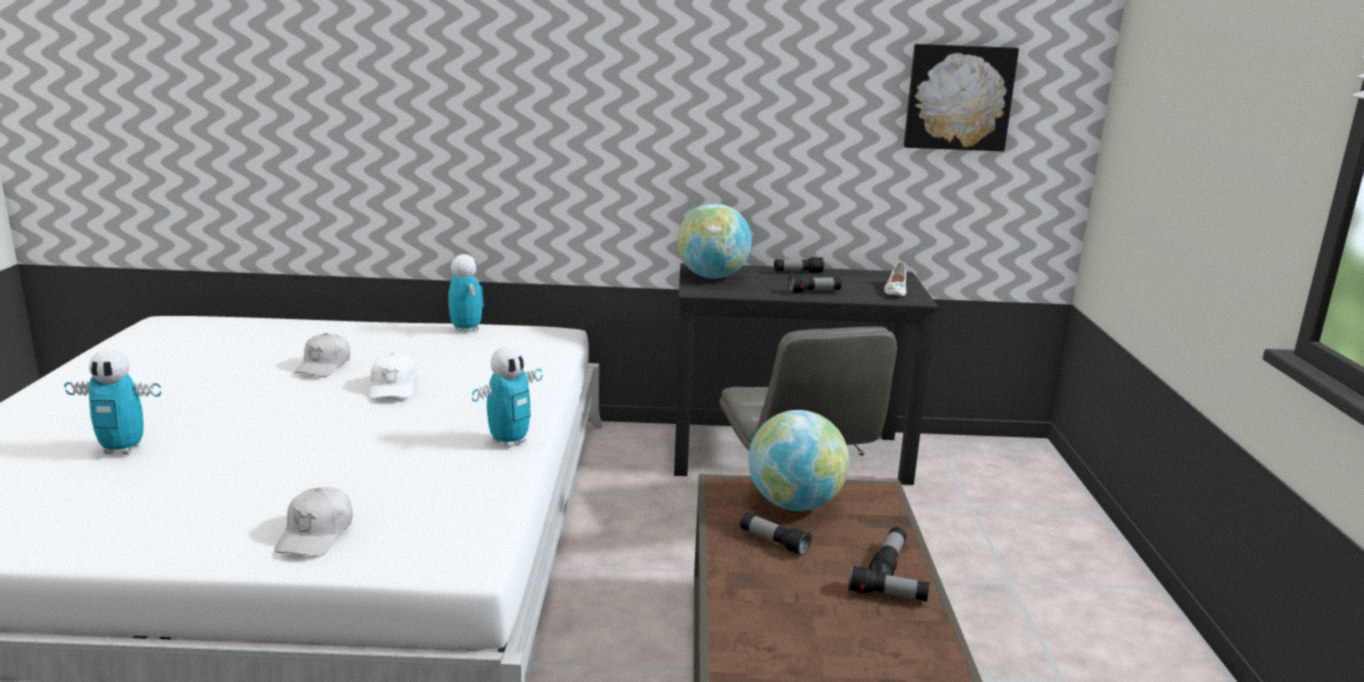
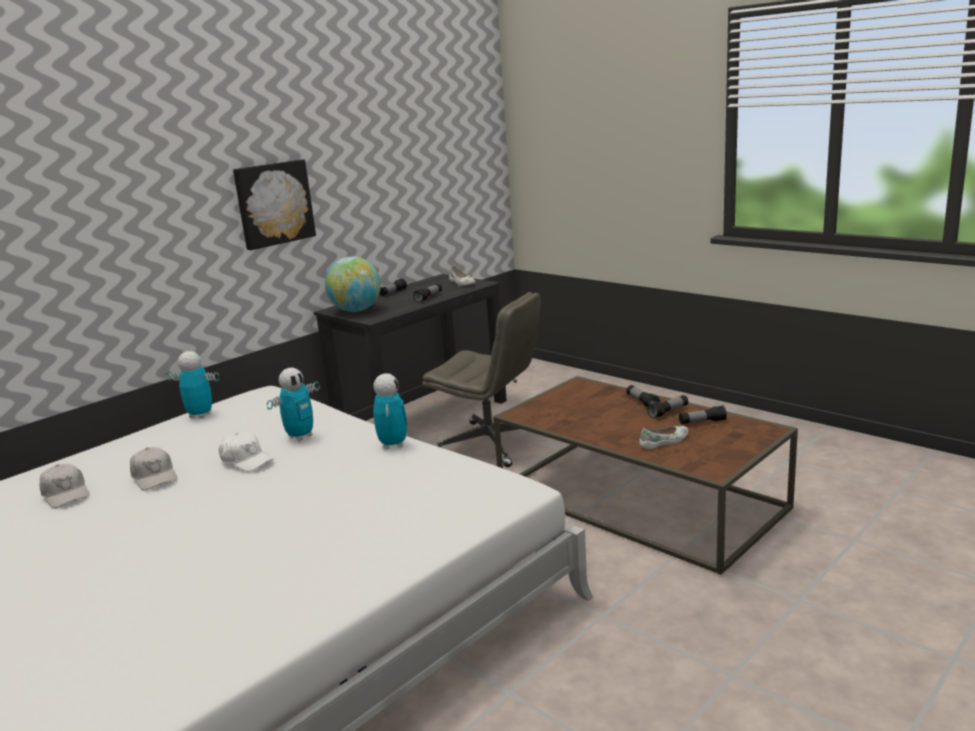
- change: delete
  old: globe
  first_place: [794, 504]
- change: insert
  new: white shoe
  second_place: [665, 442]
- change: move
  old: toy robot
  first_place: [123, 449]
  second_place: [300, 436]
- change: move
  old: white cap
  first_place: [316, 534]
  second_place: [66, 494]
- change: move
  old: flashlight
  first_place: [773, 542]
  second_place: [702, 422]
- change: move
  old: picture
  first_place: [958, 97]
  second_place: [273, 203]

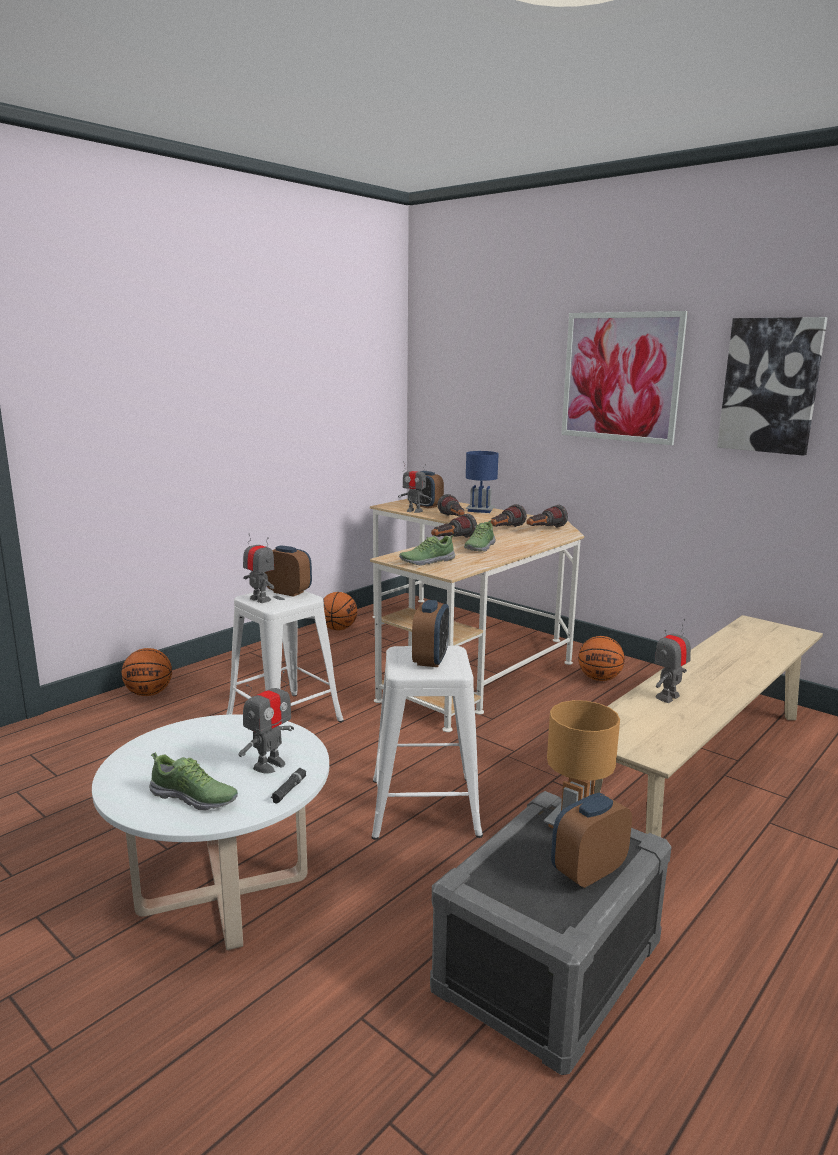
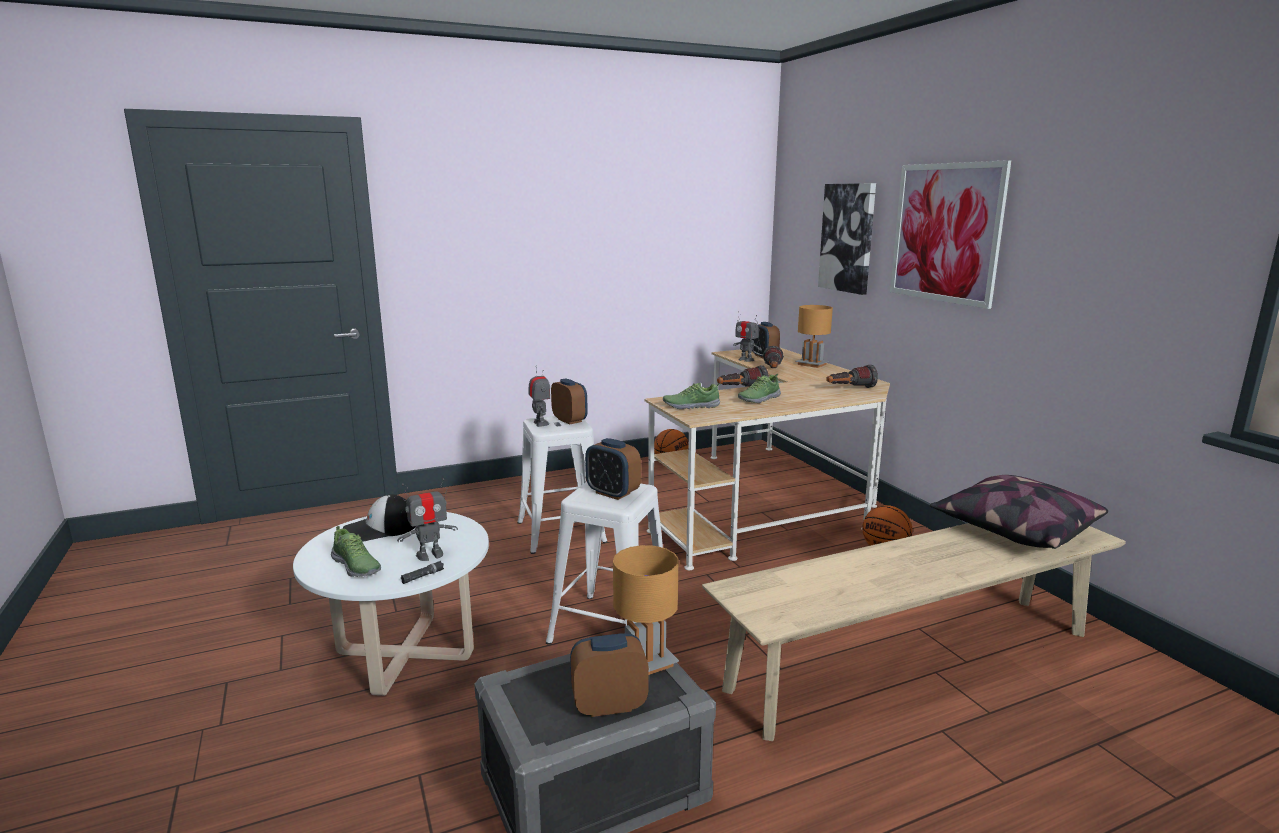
- change: delete
  old: basketball
  first_place: [149, 693]
- change: delete
  old: flashlight
  first_place: [505, 530]
- change: delete
  old: toy robot
  first_place: [668, 697]
- change: insert
  new: cap
  second_place: [380, 529]
- change: insert
  new: pillow
  second_place: [1014, 530]
- change: move
  old: picture
  first_place: [770, 385]
  second_place: [848, 238]
- change: recolor
  old: blue table lamp
  new: brown table lamp
  first_place: [480, 510]
  second_place: [812, 364]
- change: rotate
  old: alarm clock
  first_place: [430, 660]
  second_place: [612, 493]
  degrees: 90

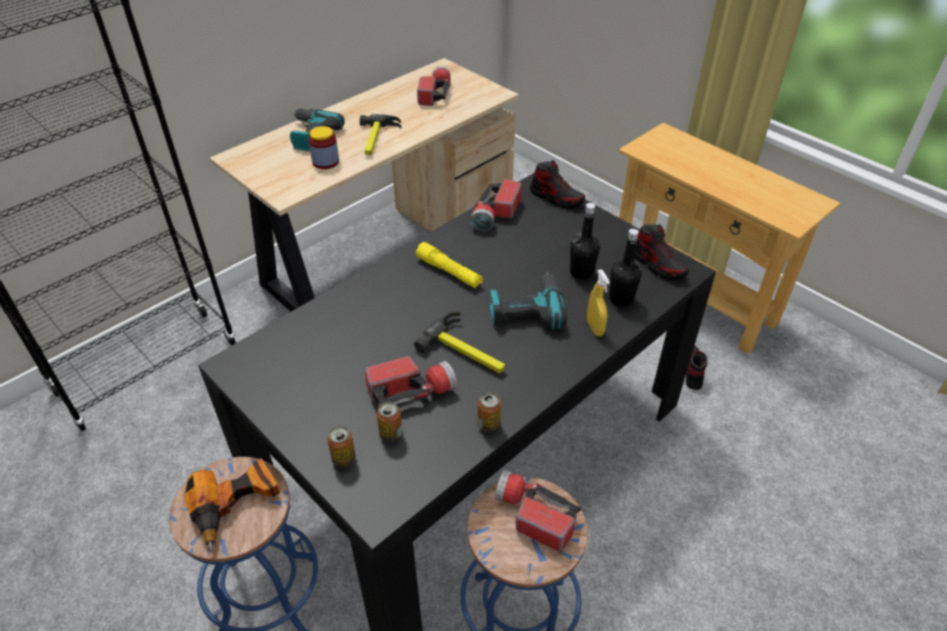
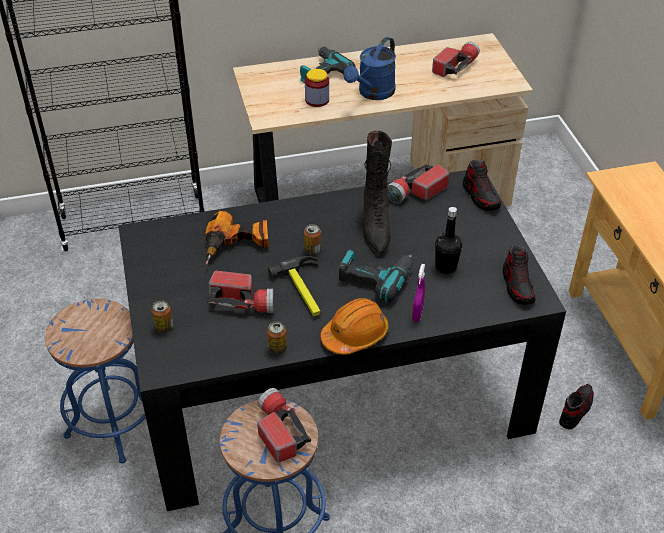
- change: delete
  old: yellow flashlight
  first_place: [449, 272]
- change: delete
  old: black bottle
  first_place: [621, 299]
- change: insert
  new: orange hard hat
  second_place: [355, 335]
- change: insert
  new: black boot
  second_place: [375, 228]
- change: move
  old: power drill
  first_place: [236, 507]
  second_place: [237, 245]
- change: move
  old: can
  first_place: [391, 434]
  second_place: [312, 250]
- change: replace
  old: hammer
  new: blue watering can
  first_place: [377, 139]
  second_place: [373, 93]
- change: recolor
  old: yellow spray bottle
  new: purple spray bottle
  first_place: [595, 328]
  second_place: [417, 314]

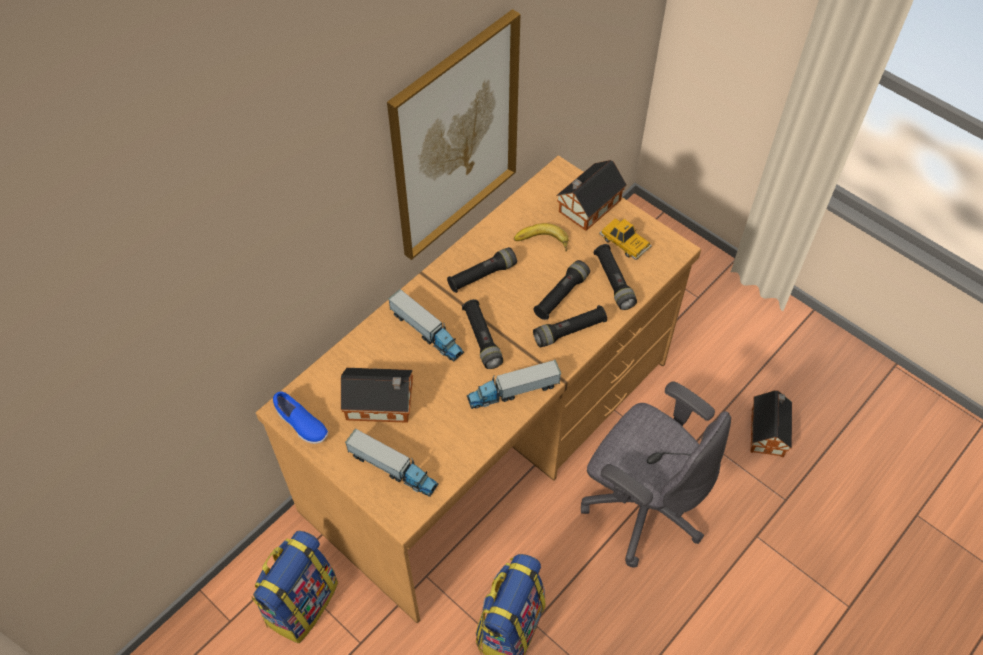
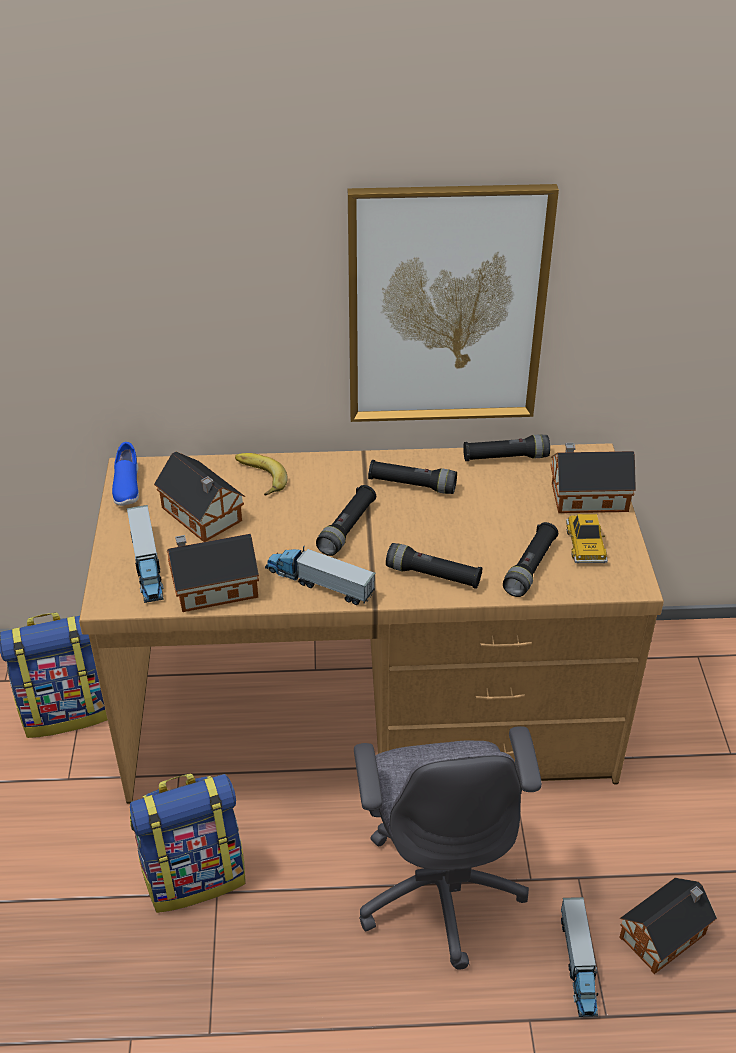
- change: insert
  new: toy house
  second_place: [211, 587]
- change: move
  old: toy truck
  first_place: [426, 332]
  second_place: [578, 964]
- change: move
  old: banana
  first_place: [541, 243]
  second_place: [258, 478]
- change: move
  old: black flashlight
  first_place: [561, 295]
  second_place: [505, 458]

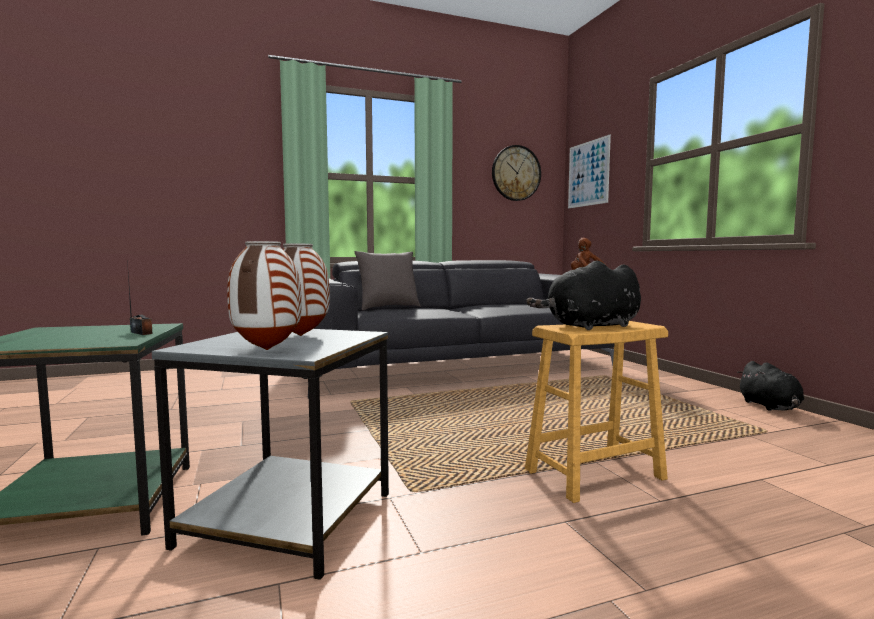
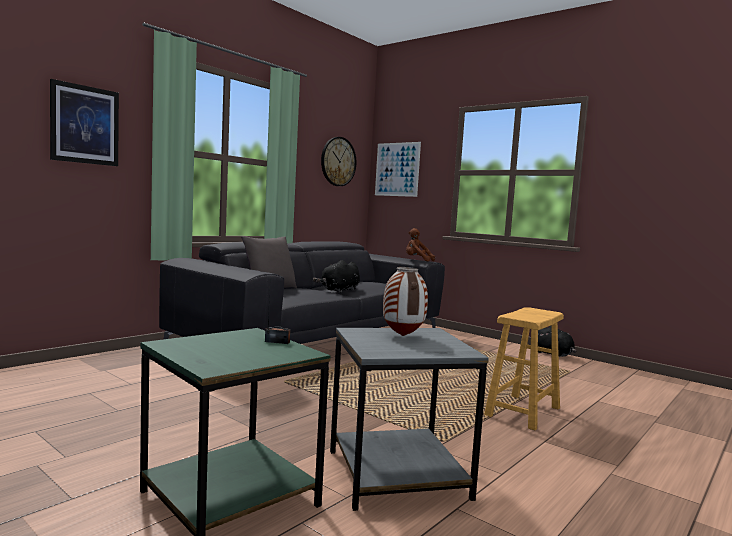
- change: delete
  old: vase
  first_place: [266, 349]
- change: insert
  new: picture
  second_place: [85, 125]
- change: move
  old: black plush toy
  first_place: [590, 326]
  second_place: [339, 290]

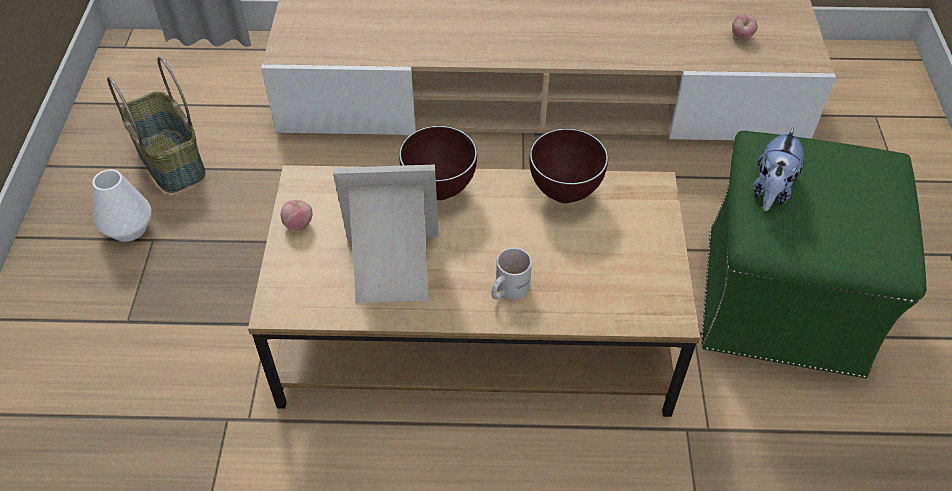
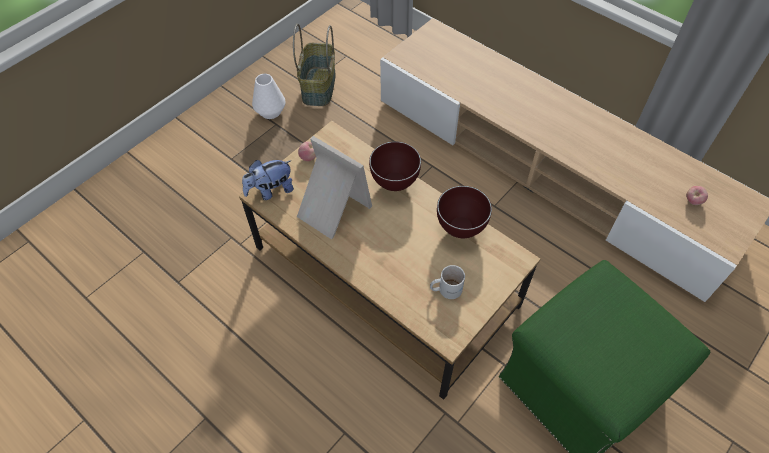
- change: move
  old: white mug
  first_place: [507, 289]
  second_place: [445, 288]
- change: move
  old: plush toy
  first_place: [771, 190]
  second_place: [270, 191]

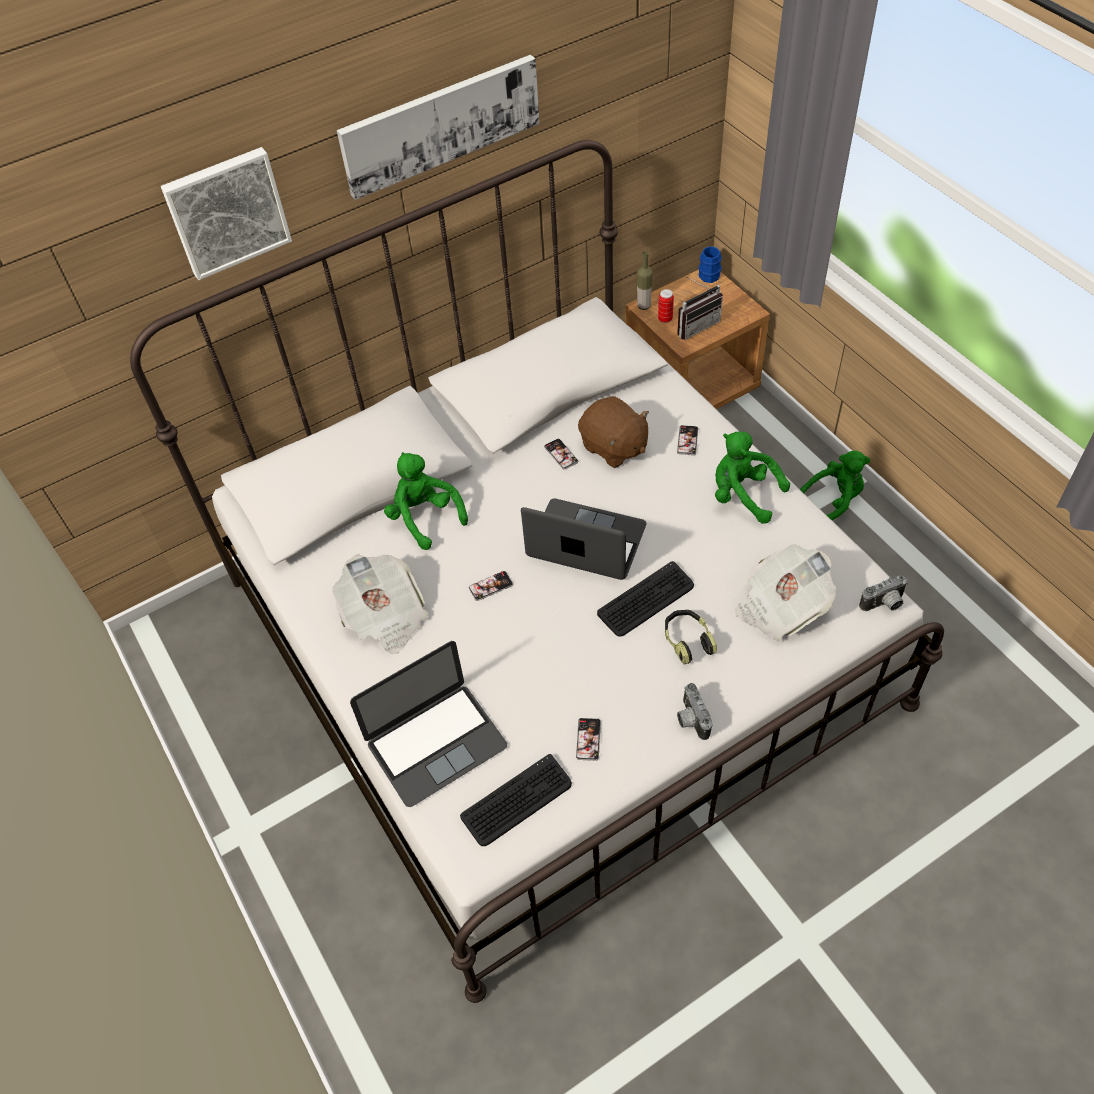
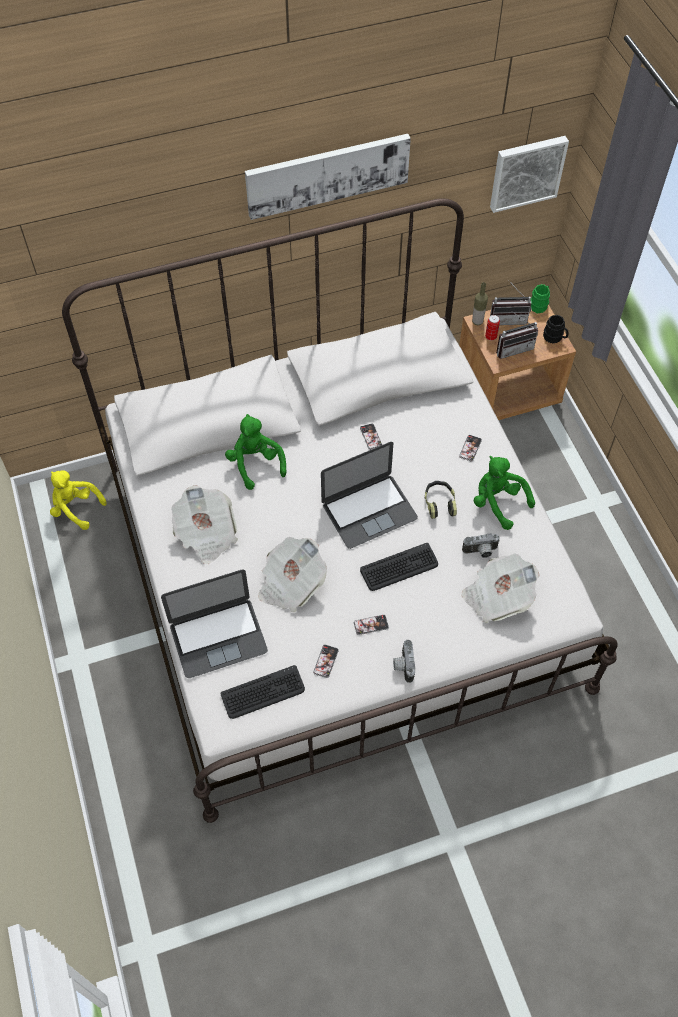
- change: delete
  old: brown plush toy
  first_place: [613, 447]
- change: delete
  old: green plush toy
  first_place: [834, 500]
- change: insert
  new: yellow plush toy
  second_place: [75, 508]
- change: insert
  new: newspaper
  second_place: [290, 583]
- change: insert
  new: radio
  second_place: [508, 318]
- change: insert
  new: black mug
  second_place: [554, 338]
- change: move
  old: picture
  first_place: [226, 211]
  second_place: [526, 172]
- change: move
  old: phone
  first_place: [490, 586]
  second_place: [371, 625]
- change: move
  old: headphones
  first_place: [687, 641]
  second_place: [439, 503]
- change: move
  old: photo camera
  first_place: [884, 604]
  second_place: [480, 552]
- change: recolor
  old: blue mug
  new: green mug
  first_place: [710, 273]
  second_place: [539, 305]
- change: rotate
  old: laptop
  first_place: [586, 541]
  second_place: [369, 511]
  degrees: 120

